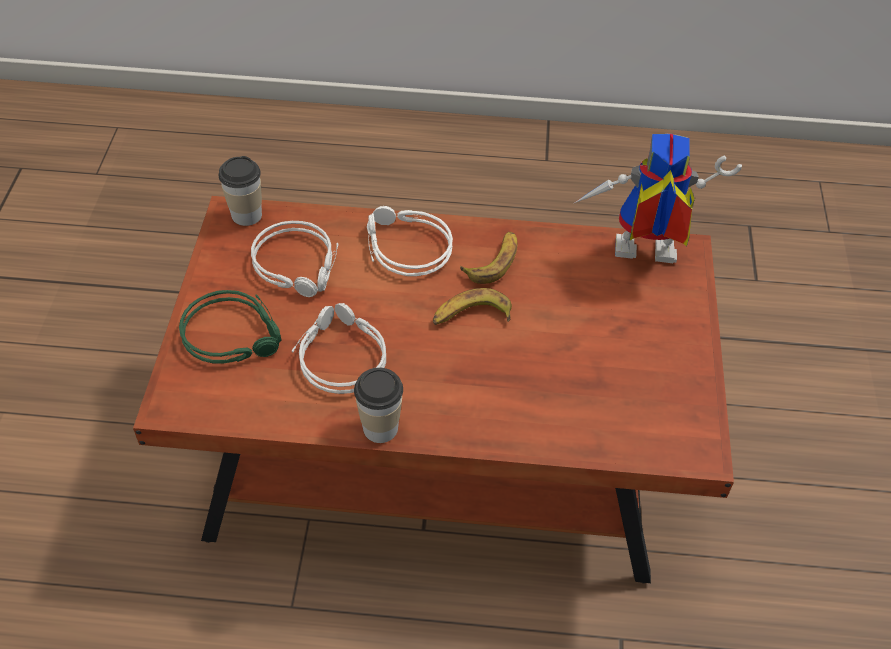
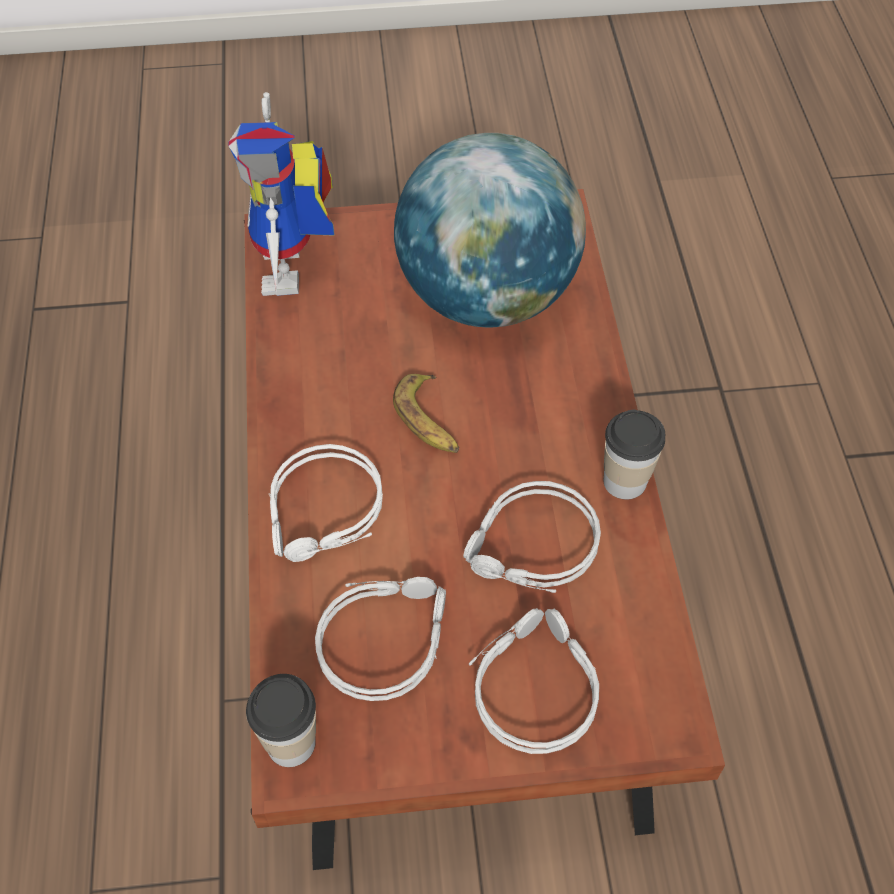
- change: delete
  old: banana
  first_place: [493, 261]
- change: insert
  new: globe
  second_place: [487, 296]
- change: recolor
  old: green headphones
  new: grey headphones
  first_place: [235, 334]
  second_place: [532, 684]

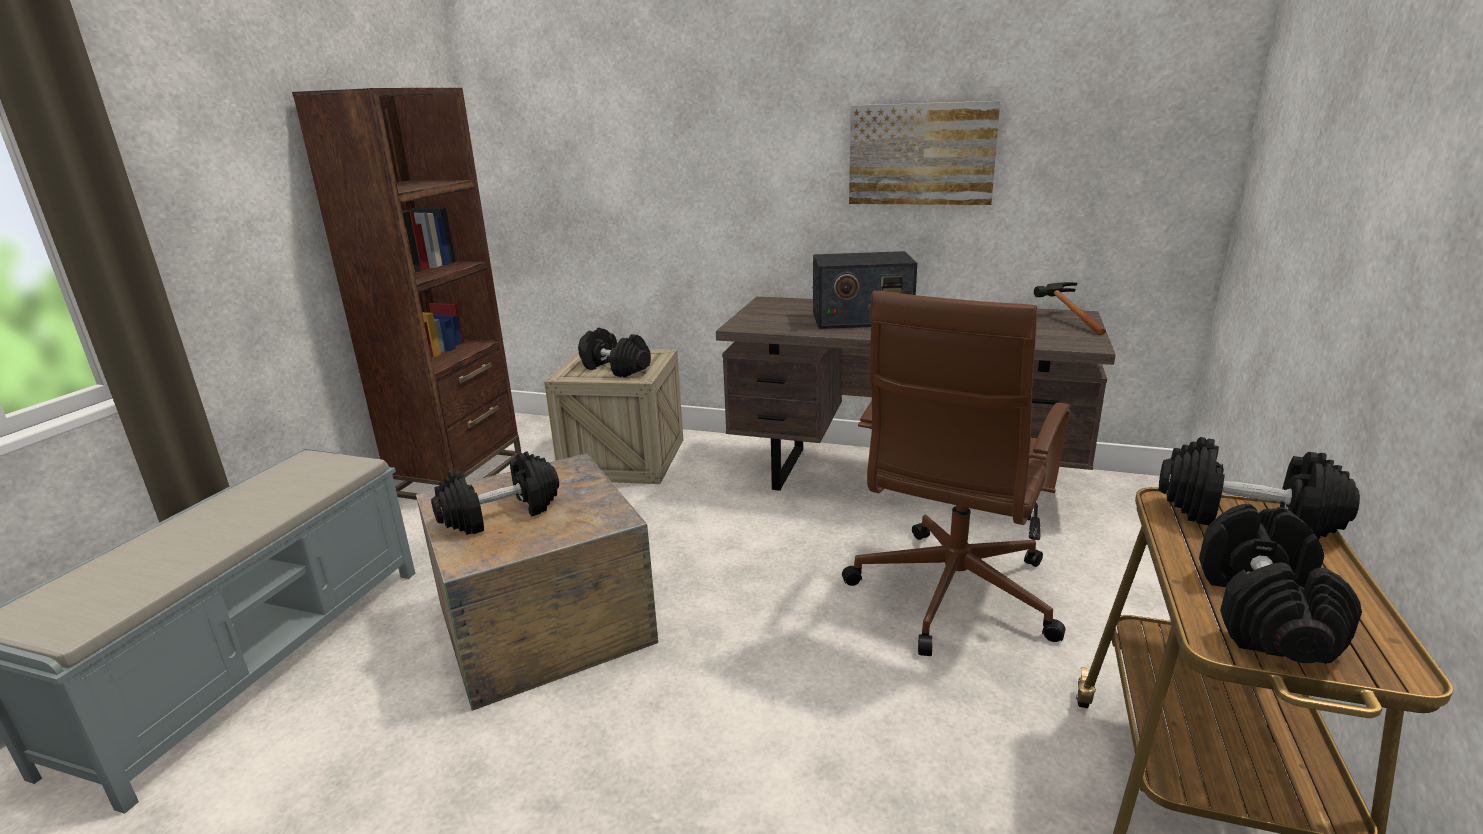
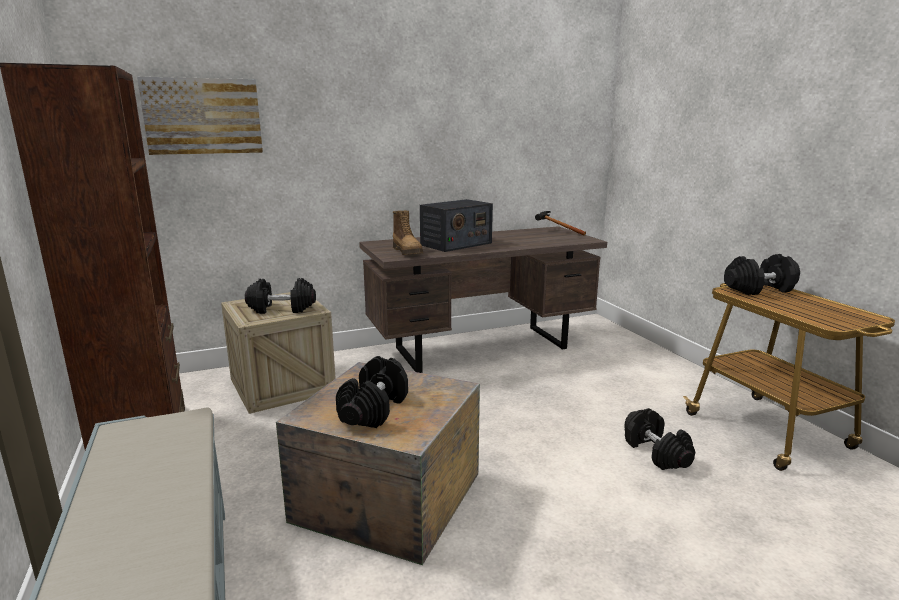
- change: delete
  old: brown office chair
  first_place: [950, 596]
- change: insert
  new: boot
  second_place: [408, 252]
- change: move
  old: picture
  first_place: [921, 154]
  second_place: [203, 116]
- change: move
  old: black dumbbell
  first_place: [1265, 614]
  second_place: [656, 452]

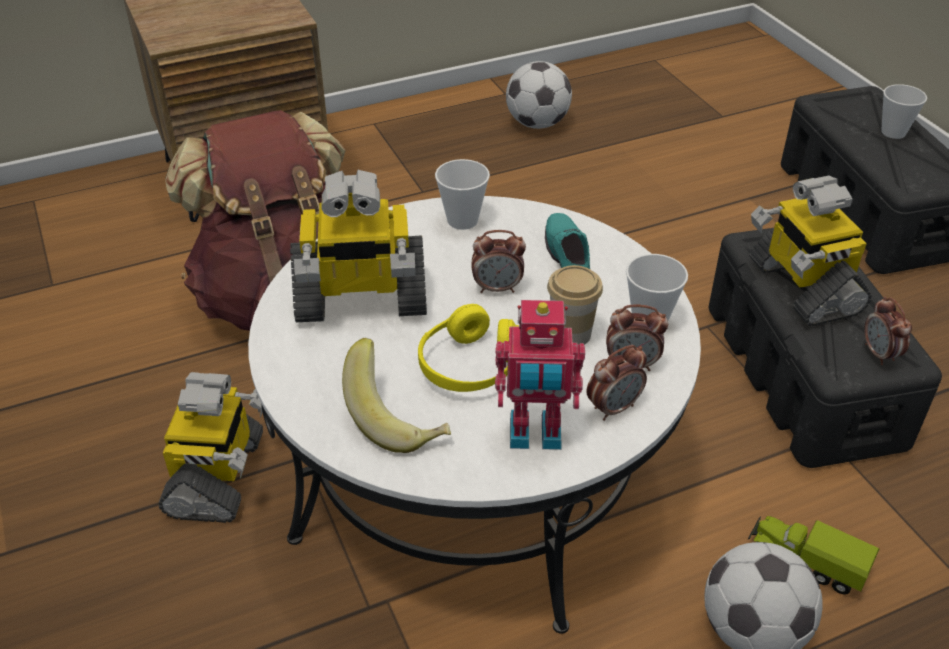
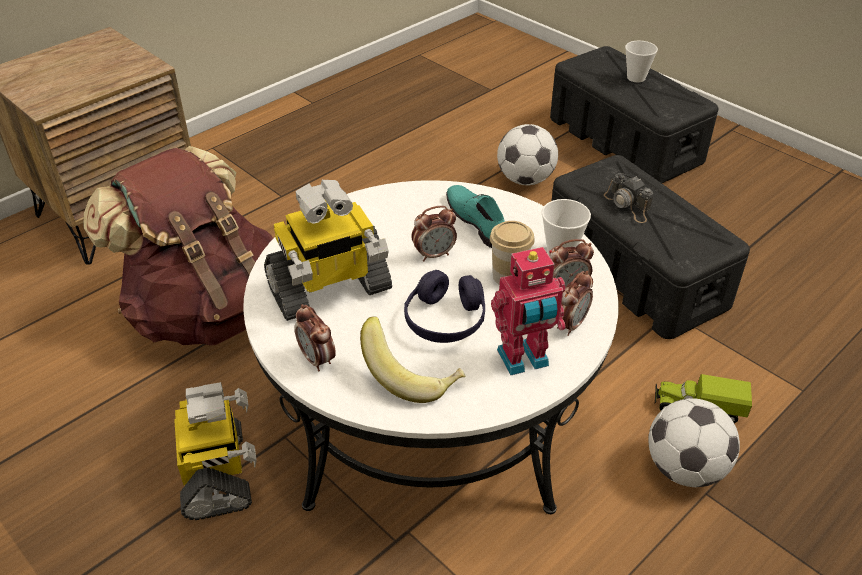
- change: delete
  old: cup
  first_place: [462, 220]
- change: move
  old: football
  first_place: [537, 124]
  second_place: [525, 180]
- change: move
  old: alarm clock
  first_place: [879, 354]
  second_place: [317, 359]
- change: replace
  old: toy robot
  new: photo camera
  first_place: [802, 287]
  second_place: [628, 205]
- change: recolor
  old: yellow headphones
  new: purple headphones
  first_place: [469, 365]
  second_place: [445, 320]

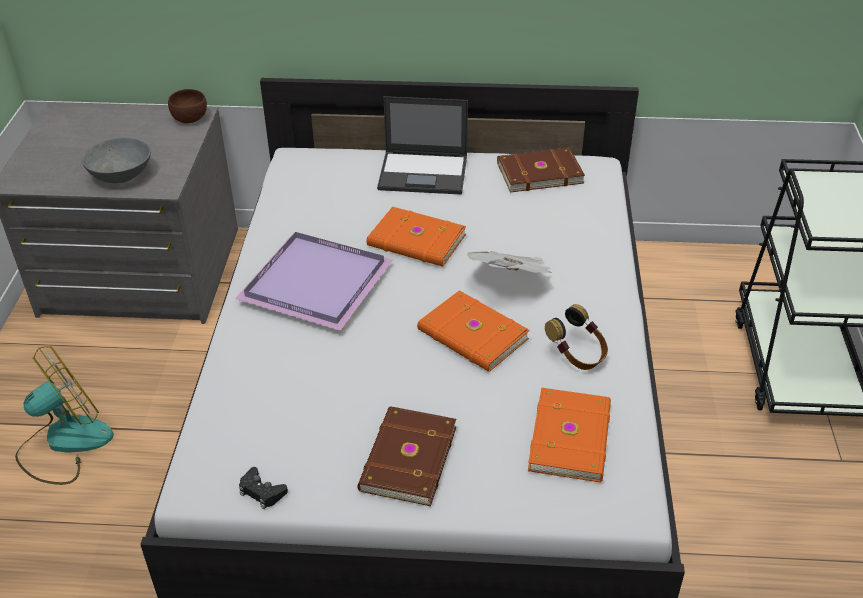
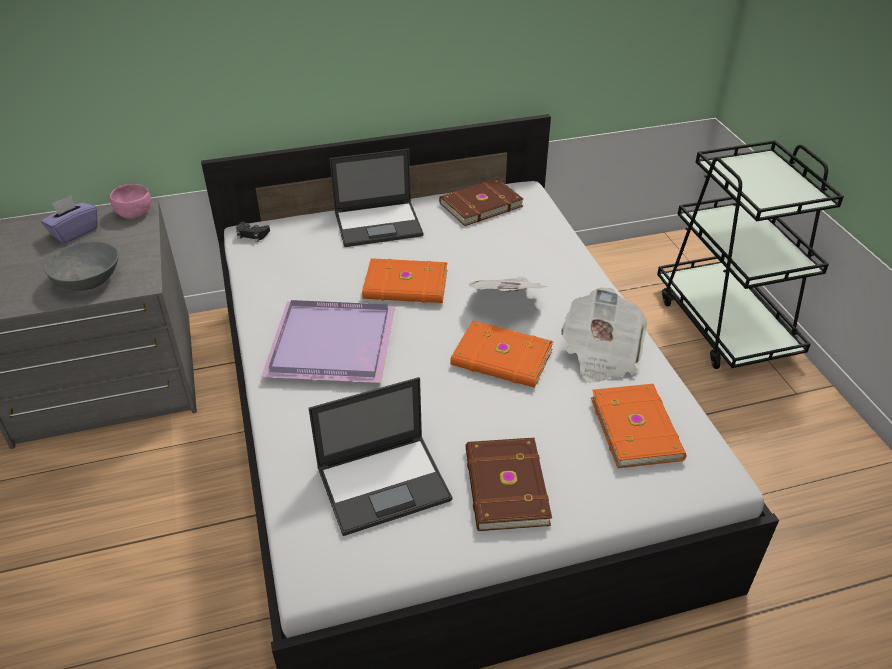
- change: delete
  old: fan
  first_place: [64, 443]
- change: insert
  new: purple tissue box
  second_place: [74, 232]
- change: insert
  new: laptop
  second_place: [385, 483]
- change: move
  old: black game controller
  first_place: [262, 492]
  second_place: [252, 234]
- change: replace
  old: headphones
  new: newspaper
  first_place: [577, 355]
  second_place: [600, 354]
- change: recolor
  old: brown bowl
  new: pink bowl
  first_place: [190, 118]
  second_place: [134, 213]

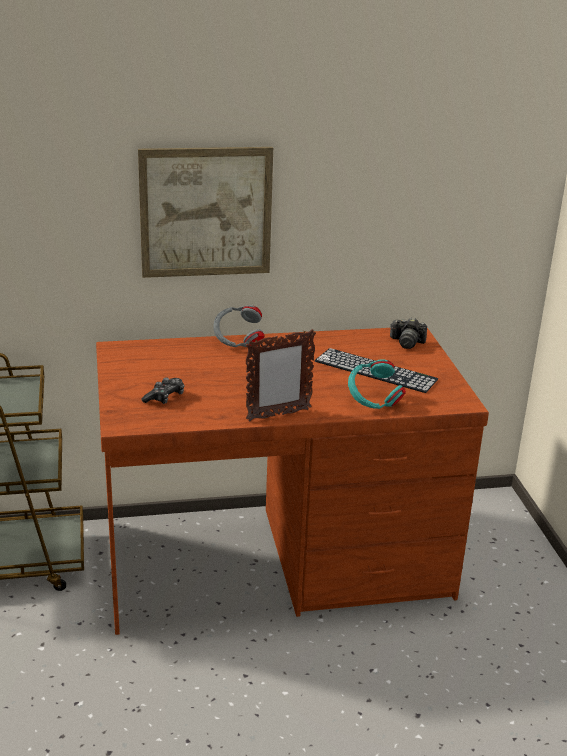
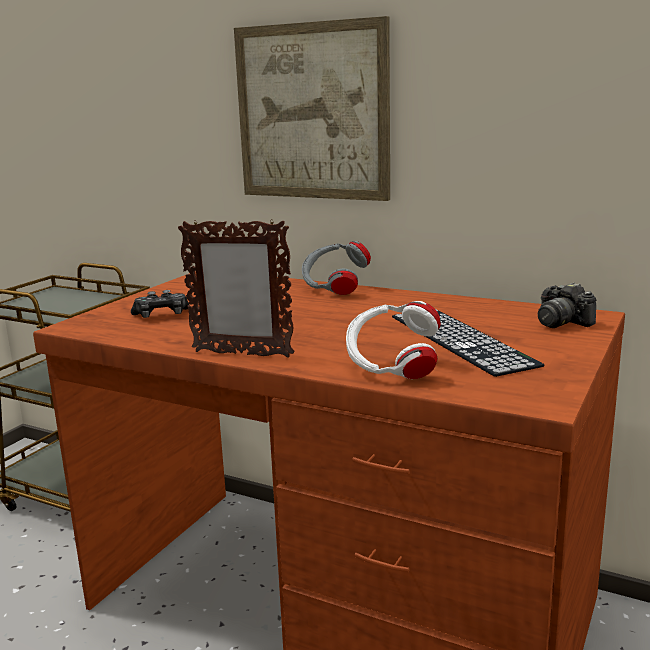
- change: recolor
  old: turquoise headphones
  new: white headphones
  first_place: [373, 402]
  second_place: [392, 369]

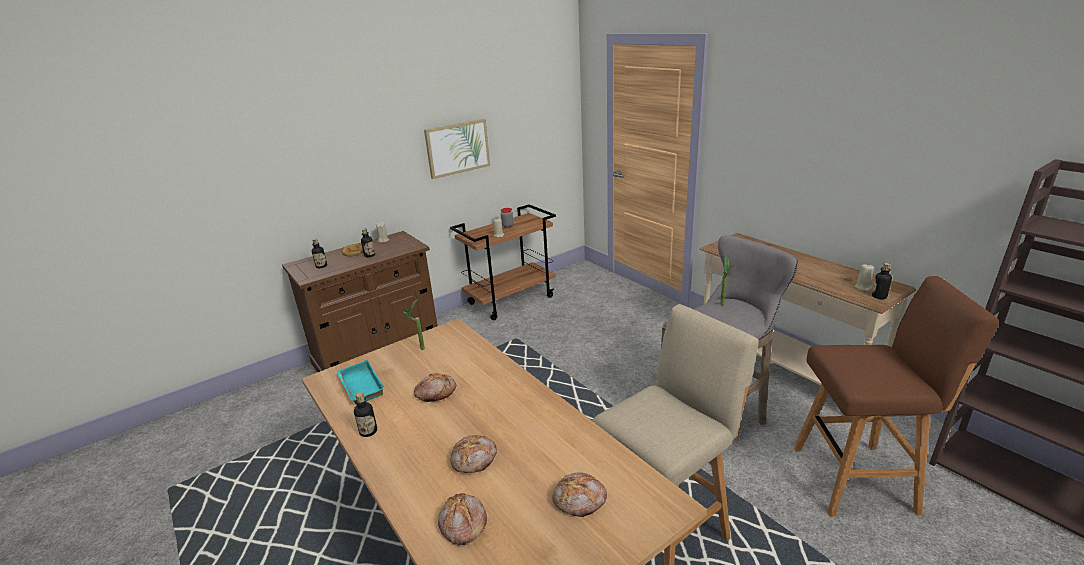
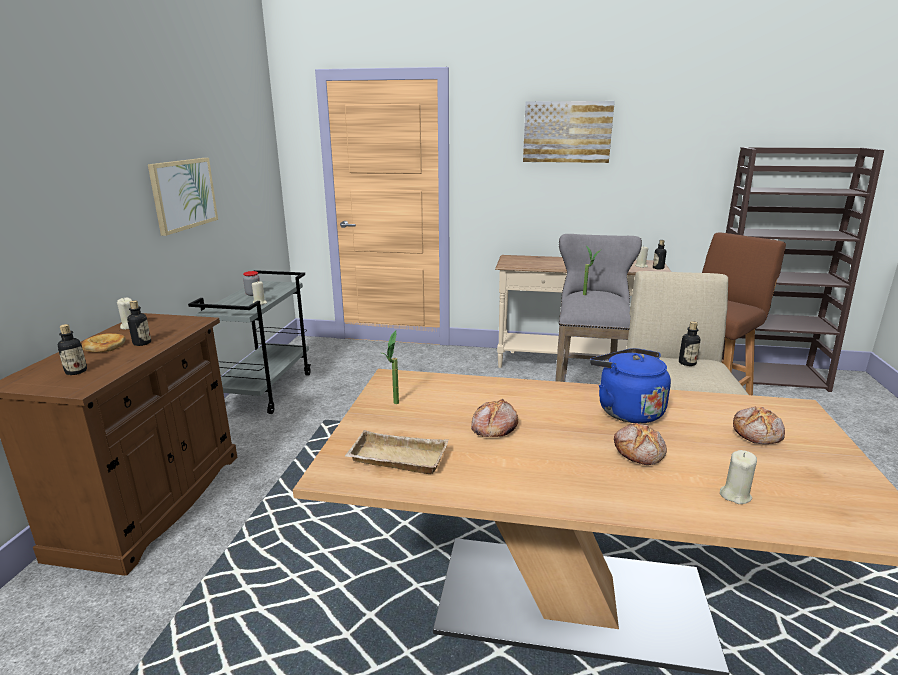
- change: insert
  new: picture
  second_place: [567, 132]
- change: insert
  new: blue kettle
  second_place: [626, 410]
- change: move
  old: bottle
  first_place: [368, 431]
  second_place: [687, 363]
- change: replace
  old: bread
  new: beige candle
  first_place: [462, 525]
  second_place: [735, 495]
- change: recolor
  old: turquoise tray
  new: beige tray
  first_place: [359, 386]
  second_place: [395, 460]
- change: recolor
  old: brown cart
  new: grey cart
  first_place: [511, 300]
  second_place: [265, 390]

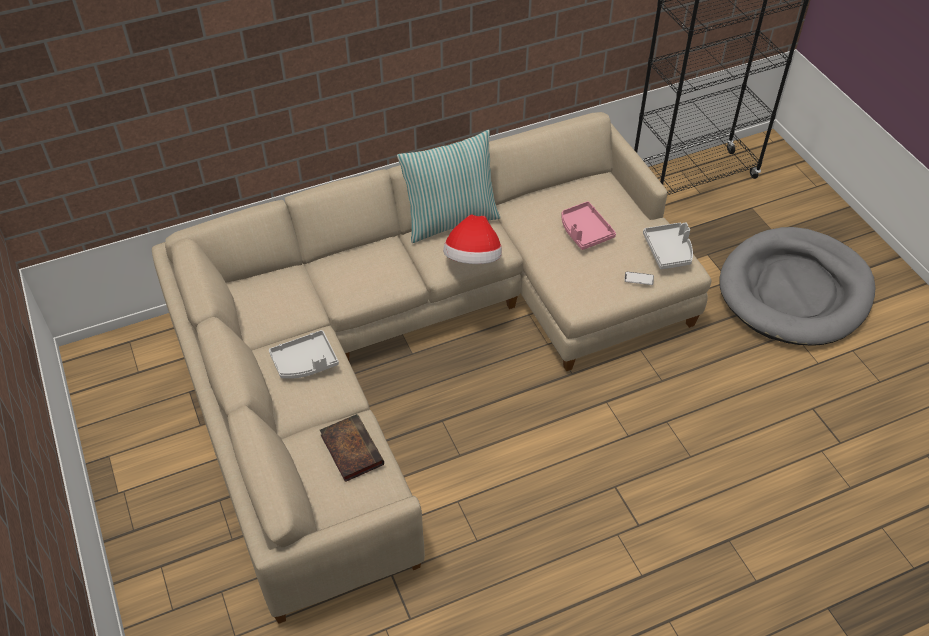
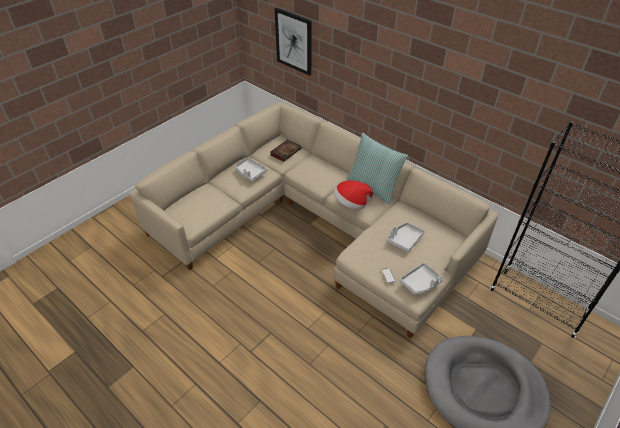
- change: insert
  new: picture
  second_place: [294, 41]
- change: move
  old: book
  first_place: [350, 449]
  second_place: [286, 151]
- change: recolor
  old: pink tray
  new: grey tray
  first_place: [584, 231]
  second_place: [404, 239]

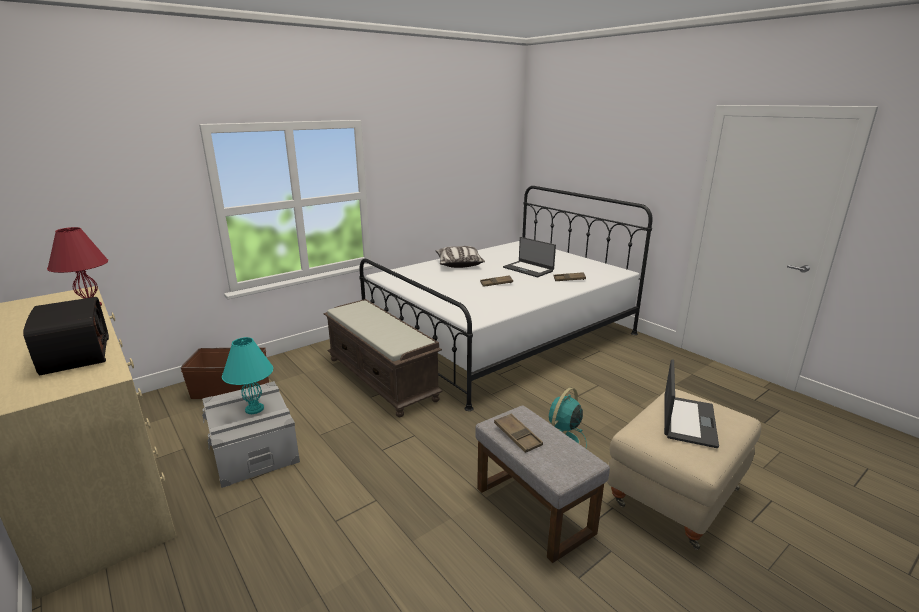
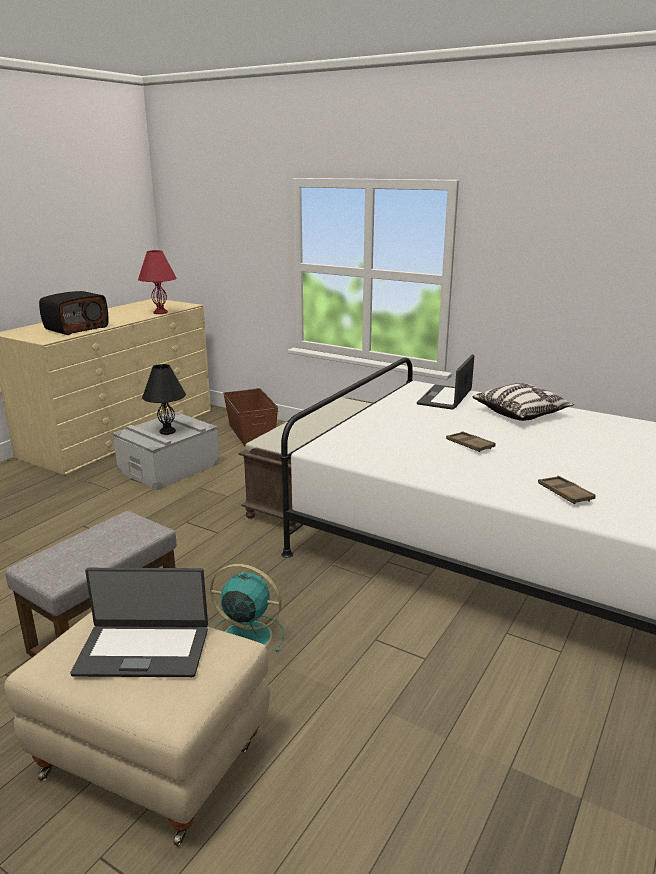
- change: delete
  old: brown tray
  first_place: [517, 436]
- change: move
  old: laptop
  first_place: [528, 269]
  second_place: [445, 398]
- change: recolor
  old: turquoise table lamp
  new: black table lamp
  first_place: [255, 409]
  second_place: [167, 431]

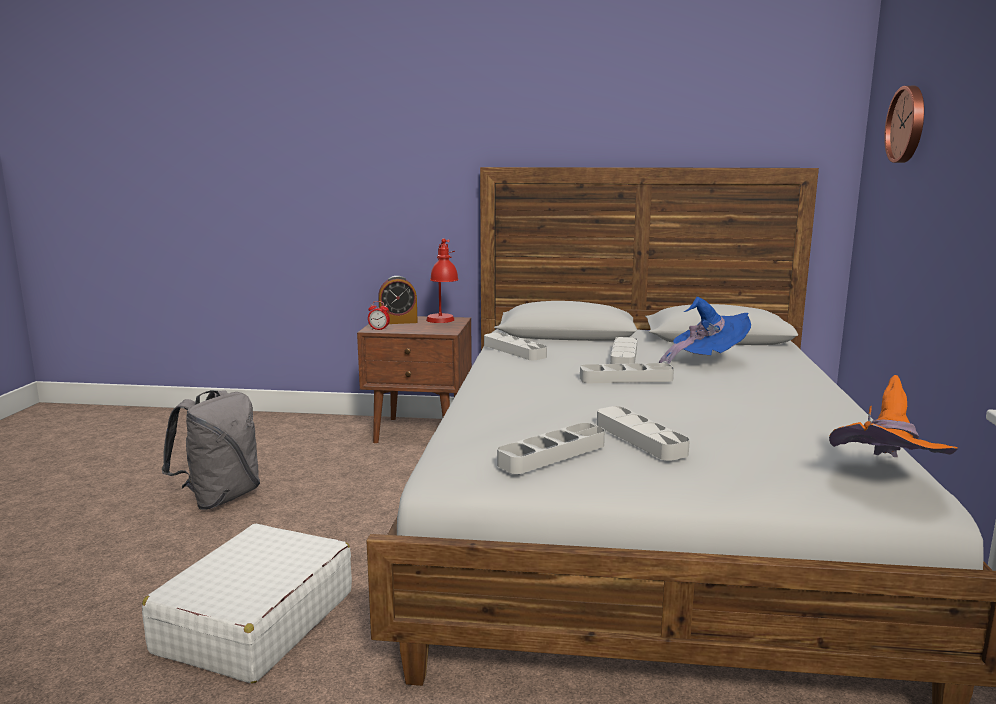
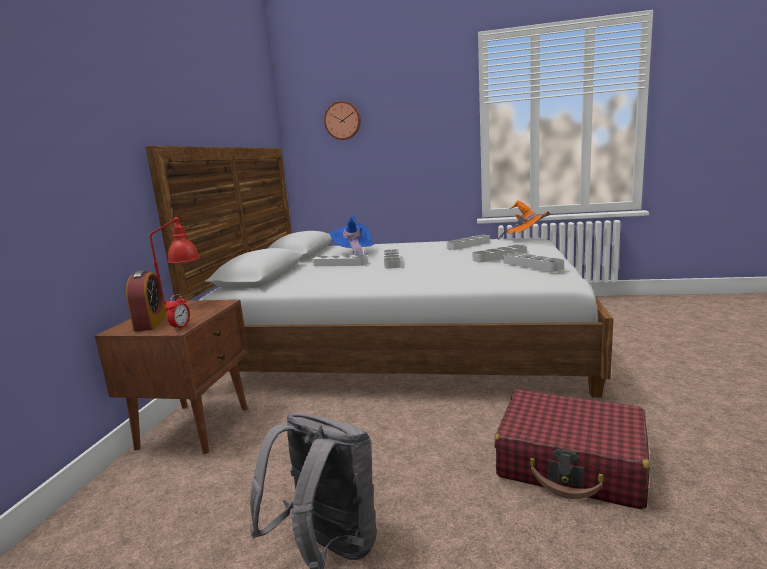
- change: move
  old: grey tray
  first_place: [514, 351]
  second_place: [468, 245]
- change: recolor
  old: white suitcase
  new: red suitcase
  first_place: [255, 622]
  second_place: [571, 463]

